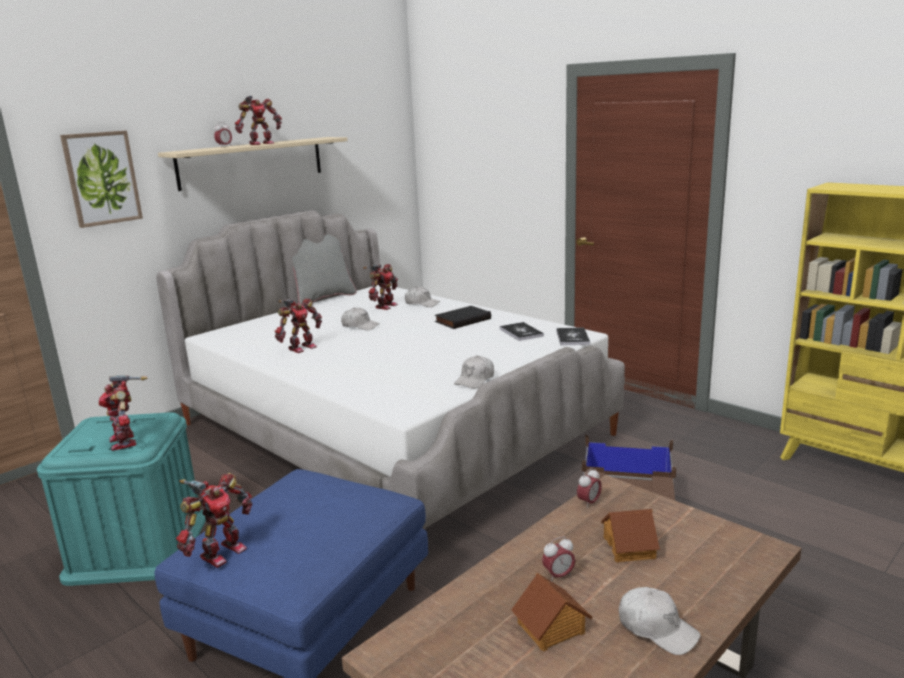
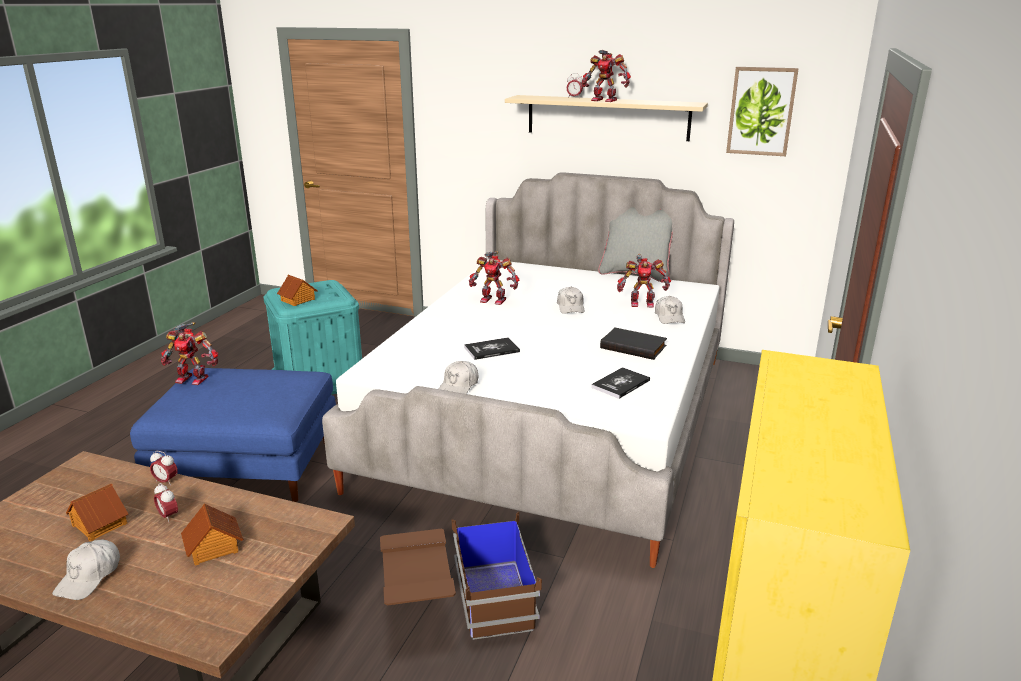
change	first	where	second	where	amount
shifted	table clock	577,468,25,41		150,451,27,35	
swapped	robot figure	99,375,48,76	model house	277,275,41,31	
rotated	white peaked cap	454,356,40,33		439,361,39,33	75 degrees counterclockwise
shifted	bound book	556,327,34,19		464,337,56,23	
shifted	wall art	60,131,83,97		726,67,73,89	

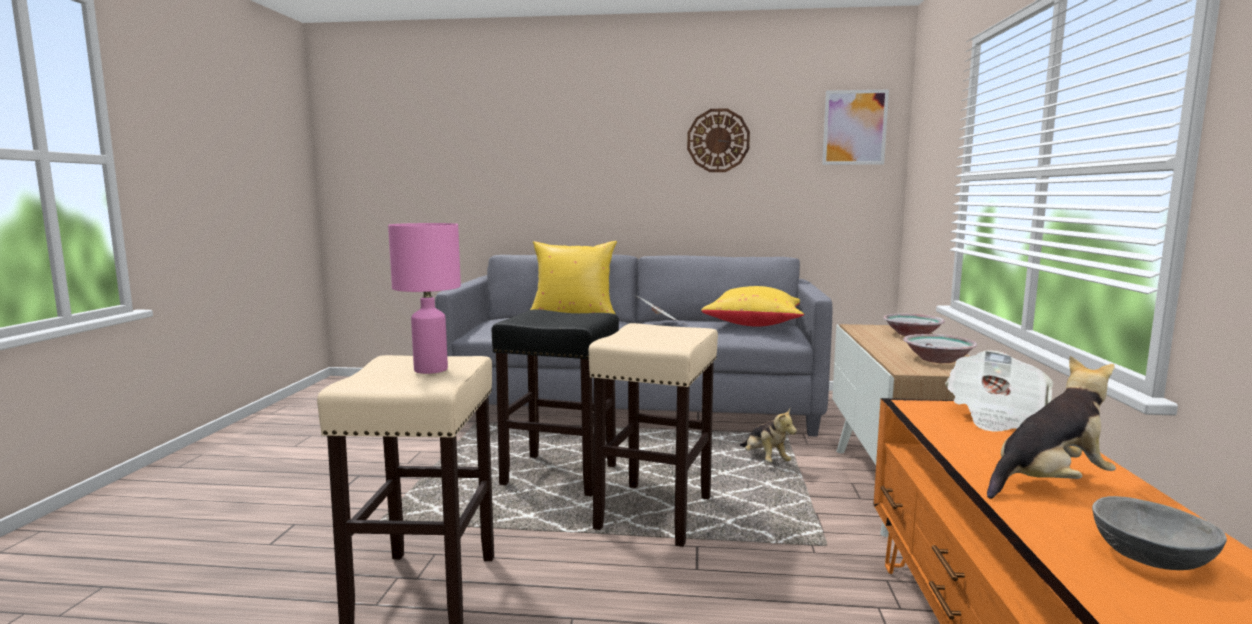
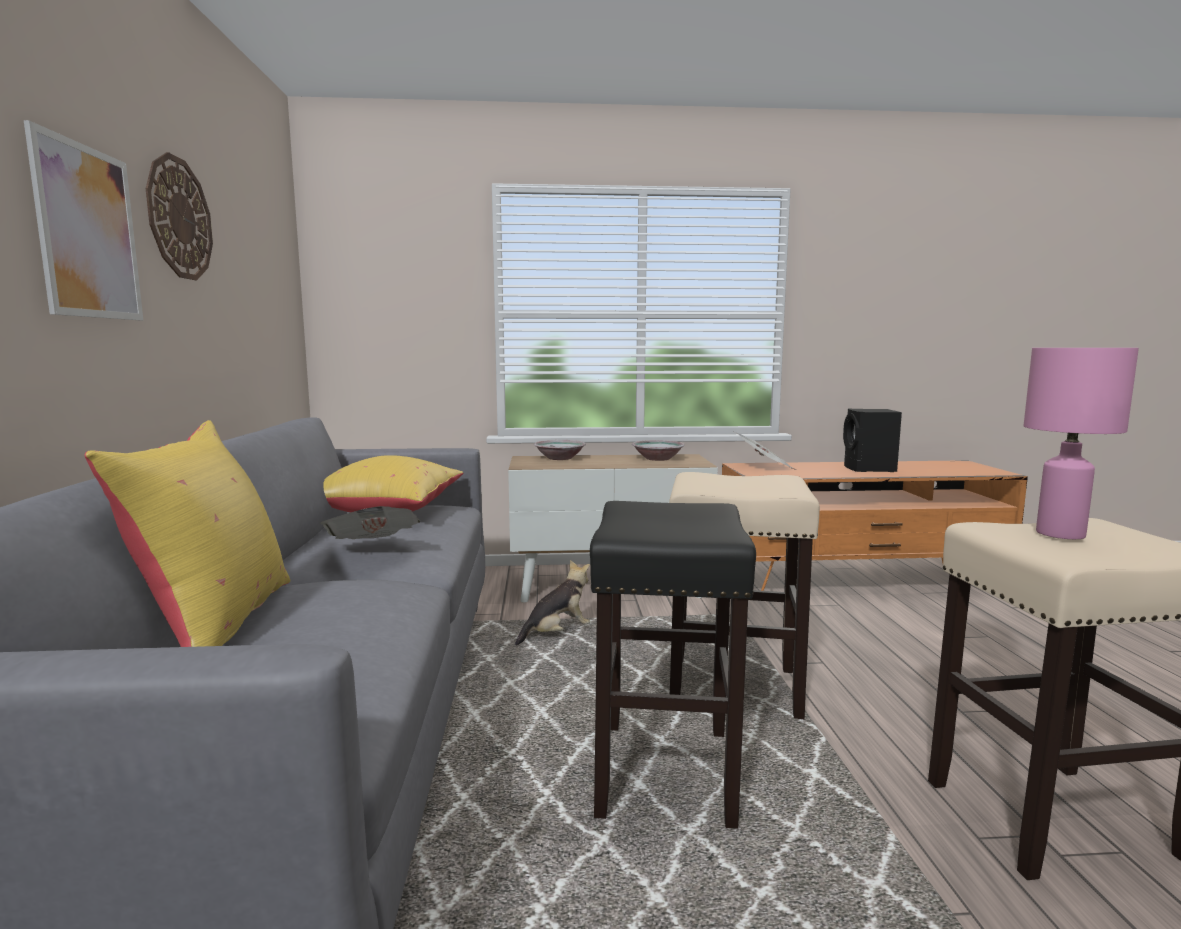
change	first	where	second	where	amount
shifted	wall art	822,90,67,75		24,120,119,200	
swapped	soft toy	987,356,129,143	blackish loudspeaker	843,409,59,63	
gone	gray deep dish	1092,496,135,74			

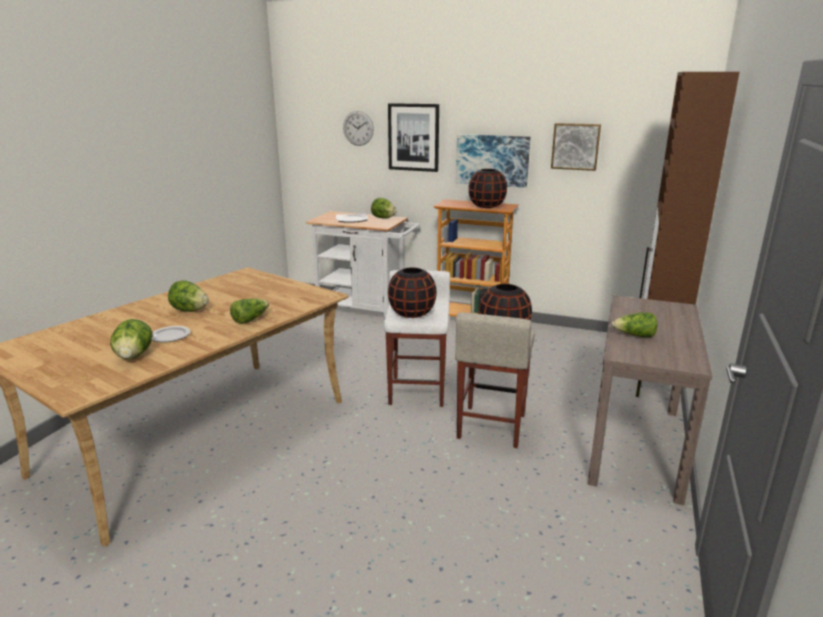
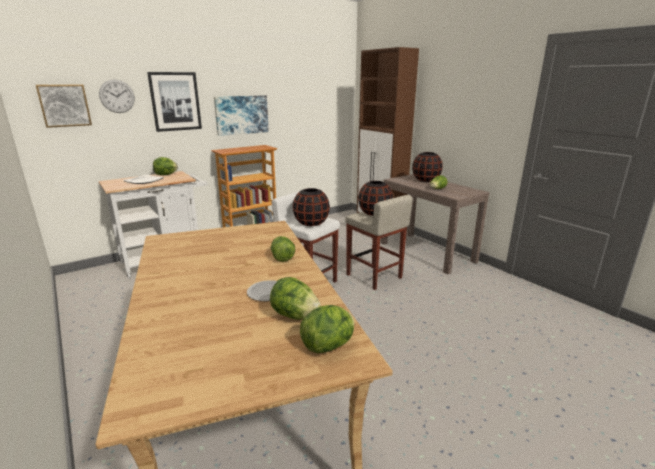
change	first	where	second	where	amount
shifted	wall art	551,123,50,48		36,85,56,43	
shifted	lettuce	168,280,41,32		300,305,54,48	
shifted	blackish flower vase	469,169,38,39		412,152,31,30	

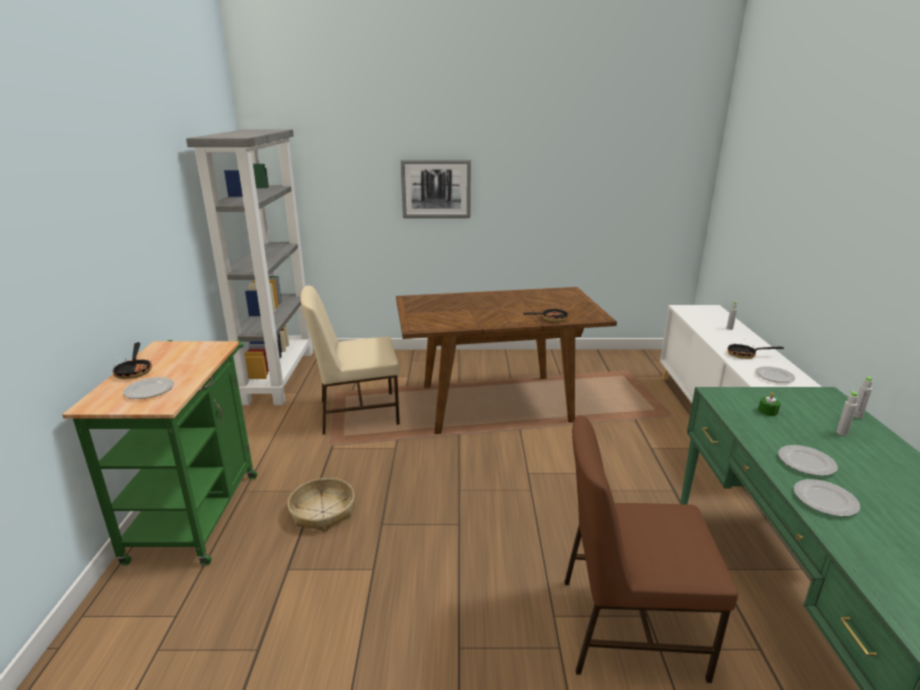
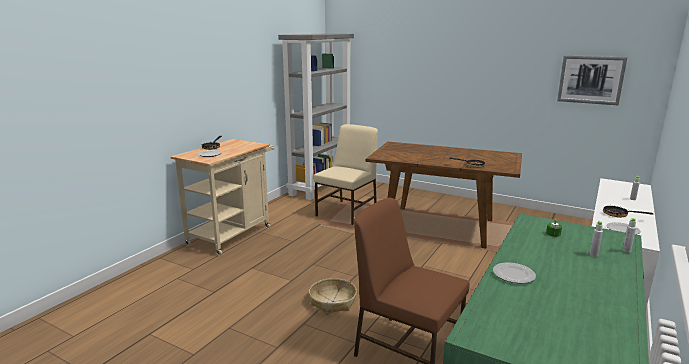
change	first	where	second	where	amount
repainted	green-coloured wheeled cart	62,340,195,226	beige wheeled cart	171,139,104,117	
shifted	household basket	288,478,66,54		309,278,48,36	
rotated	beige upright chair	300,285,100,149		314,124,64,101	105 degrees clockwise
shifted	wall art	401,160,70,58		557,55,70,50	
gone	dinner plate	778,445,60,31			

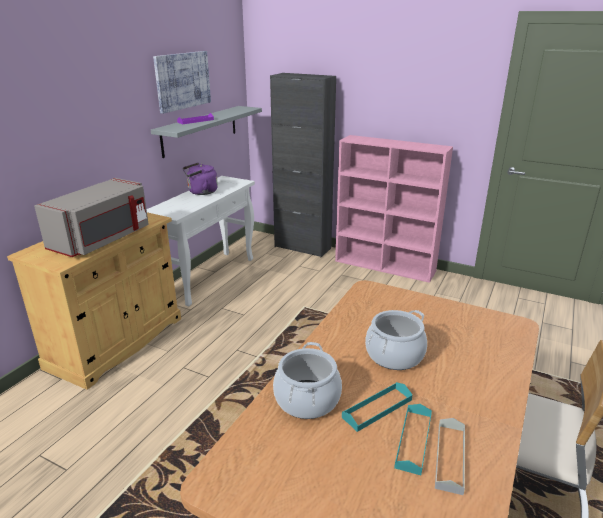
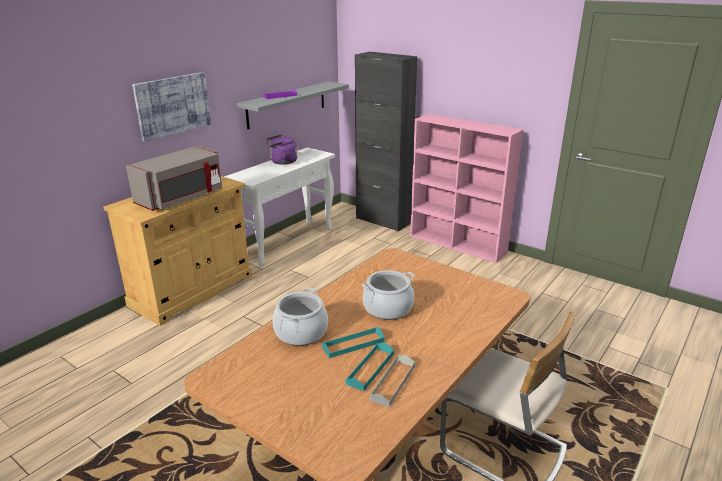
change	first	where	second	where	amount
shifted	wall art	153,51,58,63		132,72,79,70	

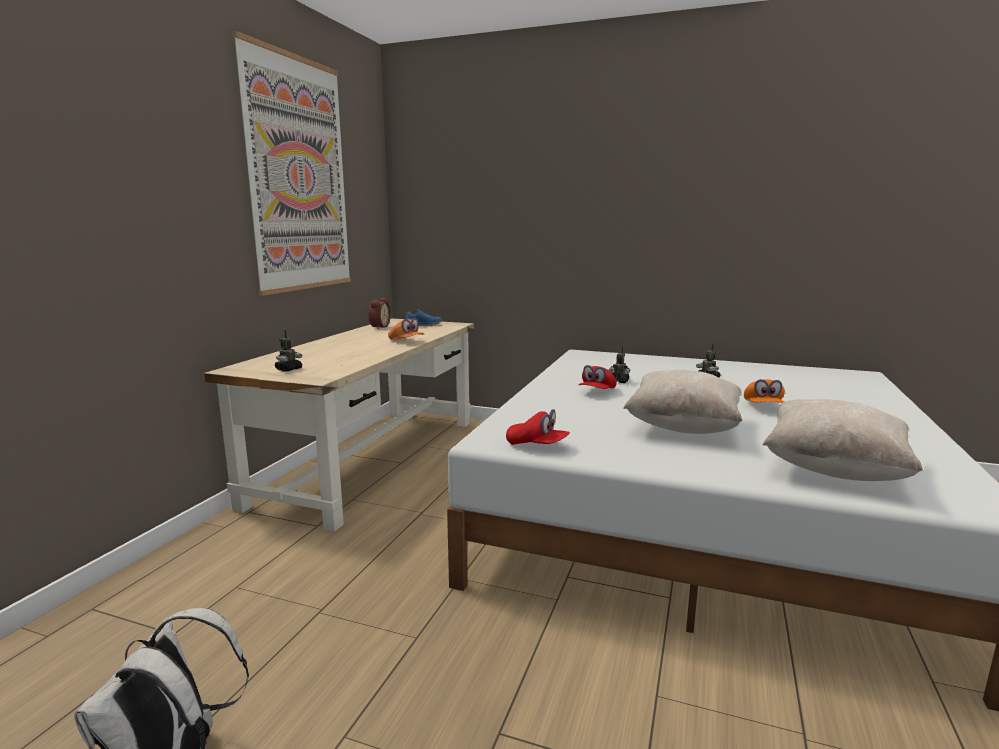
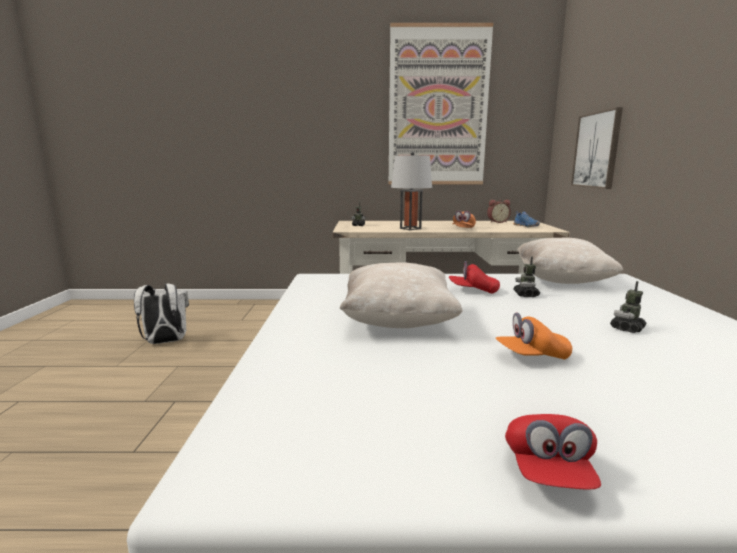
change	first	where	second	where	amount
new			gray tabletop lamp	391,152,41,78	
shifted	reddish peaked cap	506,409,64,36		505,414,96,76	
shifted	beige cushion	762,399,161,82		517,238,106,46	
new			wall art	571,107,52,82	

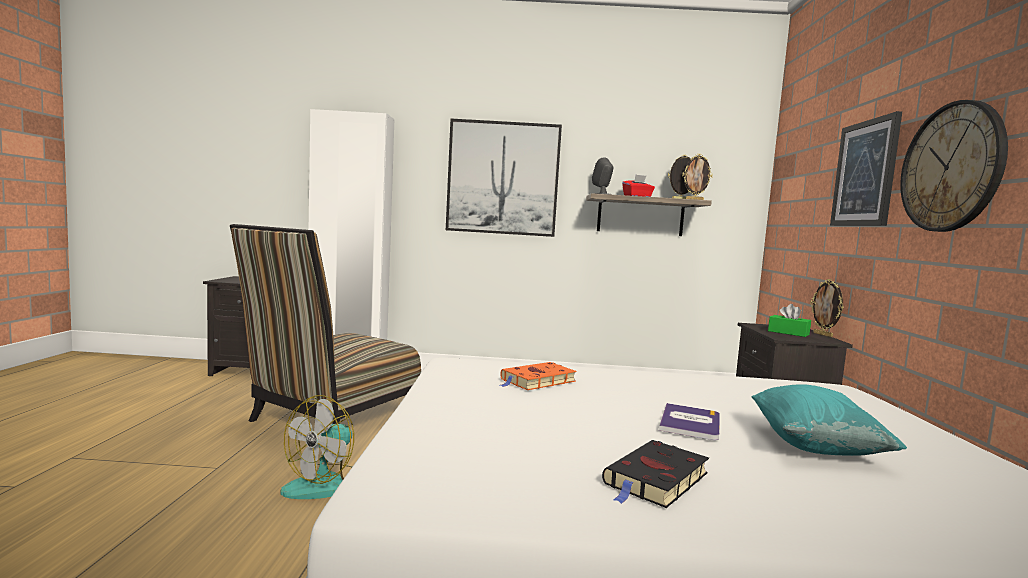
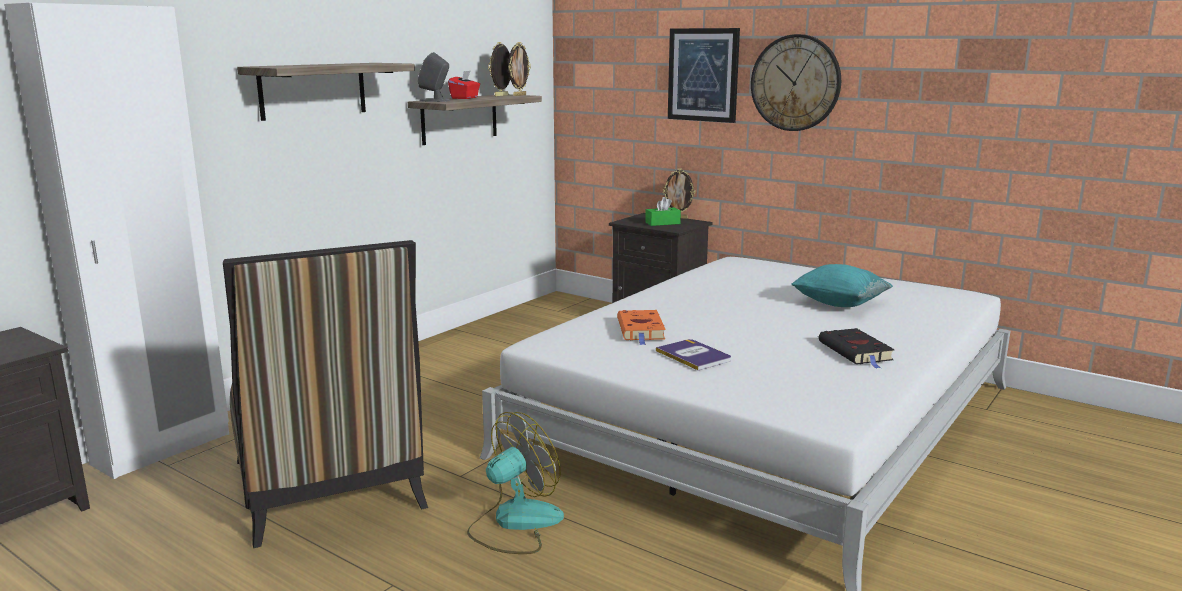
change	first	where	second	where	amount
swapped	wall art	446,119,116,118	wall shelf	237,63,178,58	
rotated	electric fan	280,395,74,104		467,412,97,142	105 degrees counterclockwise
shifted	bound book	659,403,61,37		656,339,75,32	

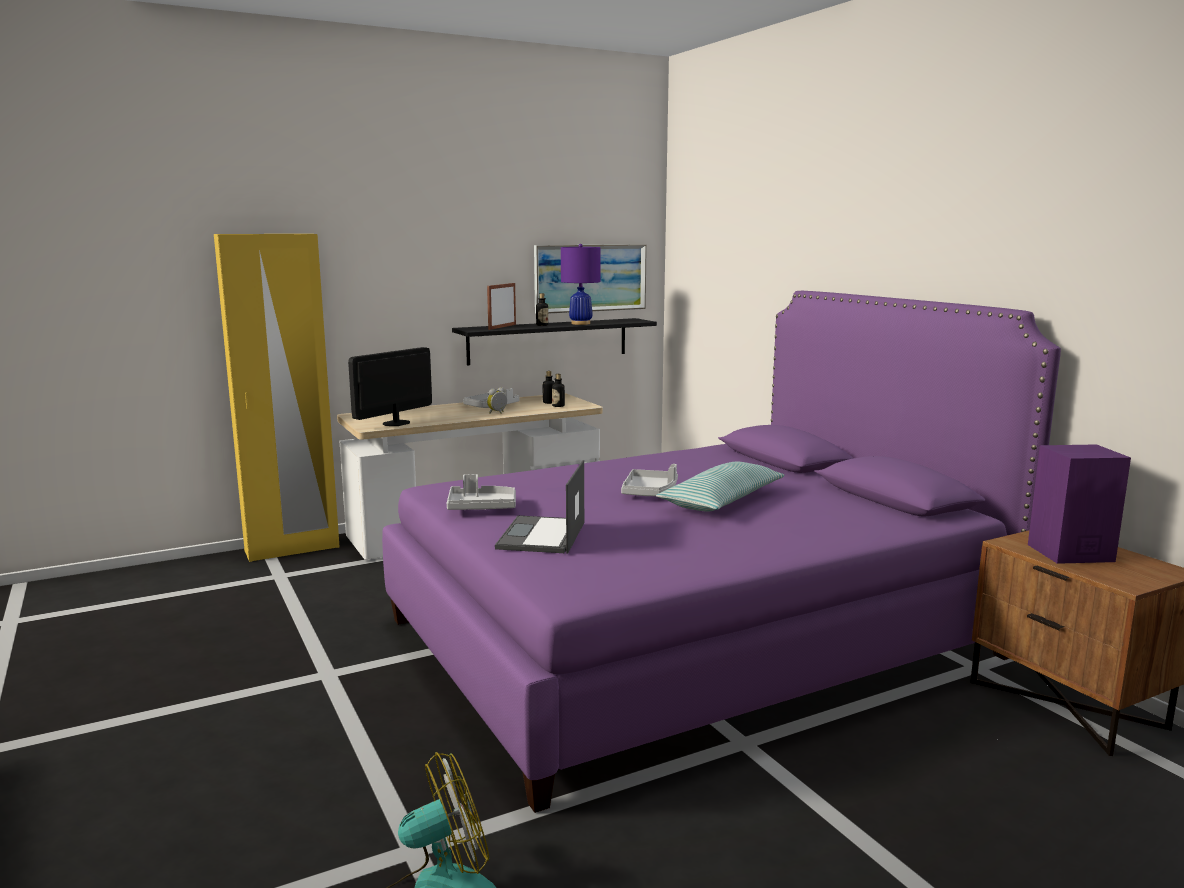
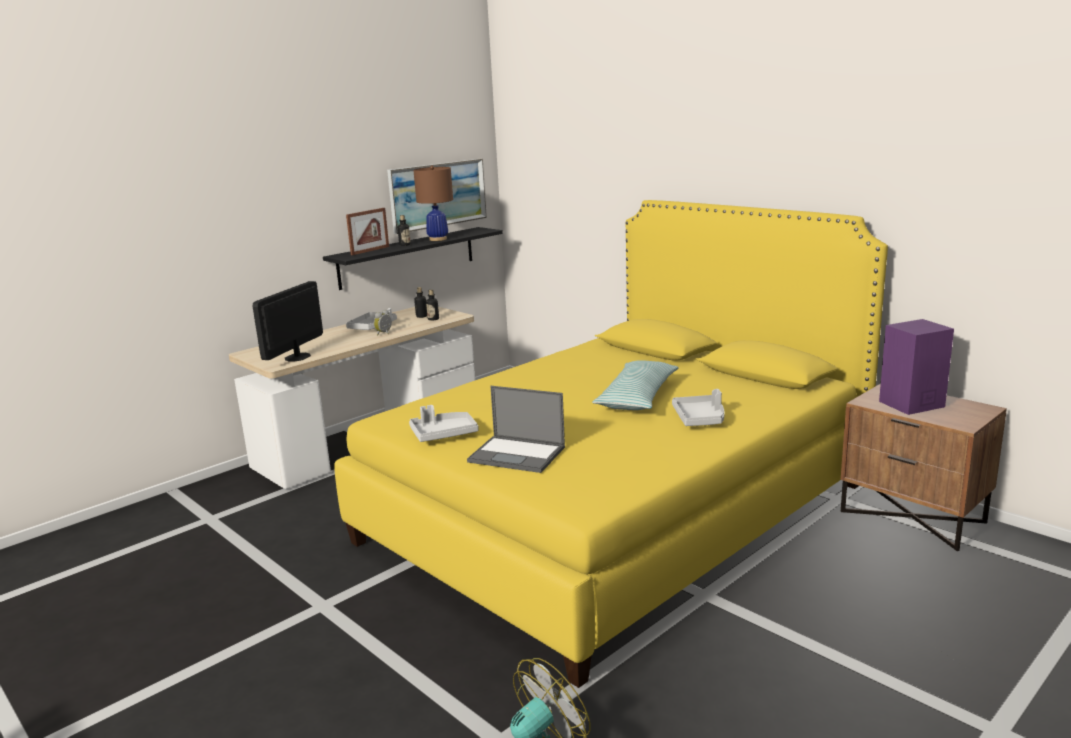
change	first	where	second	where	amount
repainted	purplish bedroom bed	382,291,679,522	yellow bedroom bed	334,200,554,488	
rotated	photo frame	487,283,29,47		346,208,43,47	150 degrees counterclockwise
repainted	purplish tabletop lamp	561,244,40,81	brownish tabletop lamp	413,166,40,75	
rotated	notebook computer	495,460,89,94		467,386,98,87	60 degrees counterclockwise
shifted	gray serving tray	621,464,57,32		672,389,53,37	
gone	yellow wardrobe	214,234,126,328			

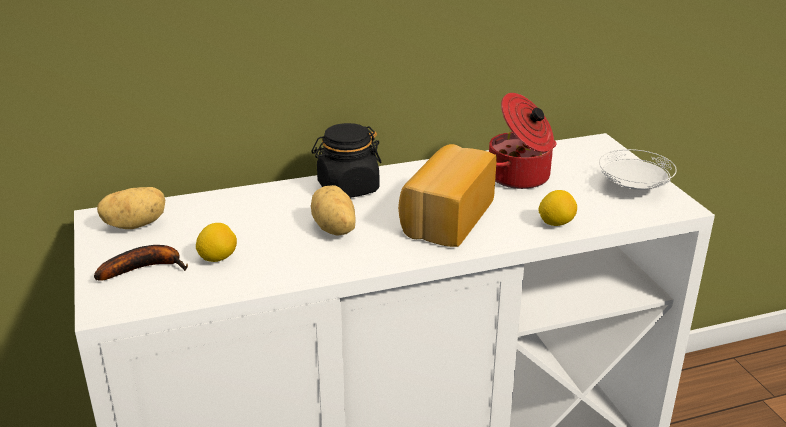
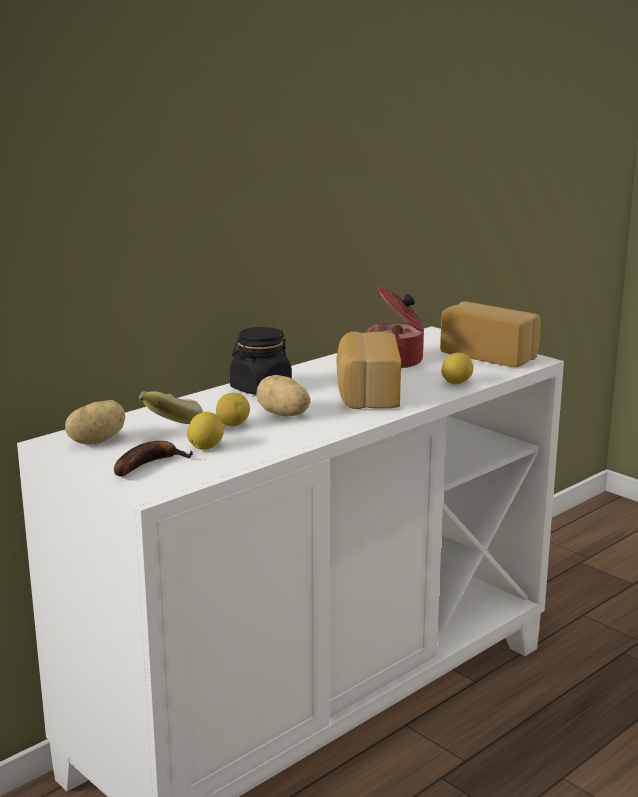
change	first	where	second	where	amount
new			banana fruit	139,391,64,33	
new			citrus fruit	216,393,34,33	
swapped	white dinner plate	599,149,78,41	bread	440,301,100,66	

